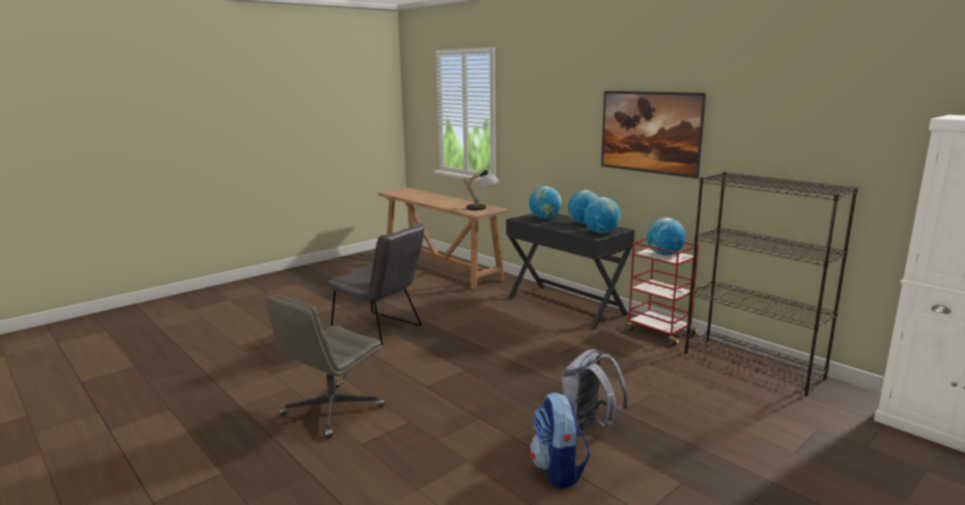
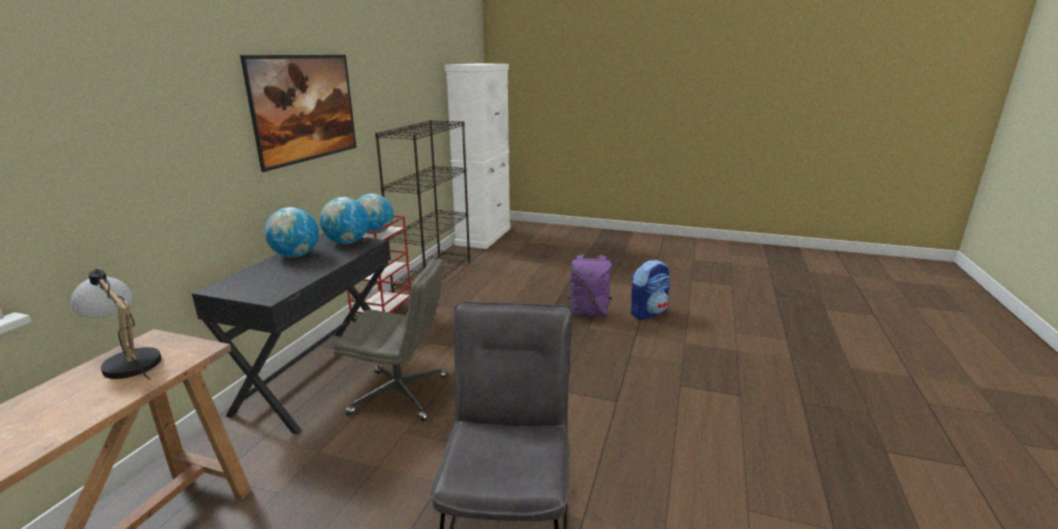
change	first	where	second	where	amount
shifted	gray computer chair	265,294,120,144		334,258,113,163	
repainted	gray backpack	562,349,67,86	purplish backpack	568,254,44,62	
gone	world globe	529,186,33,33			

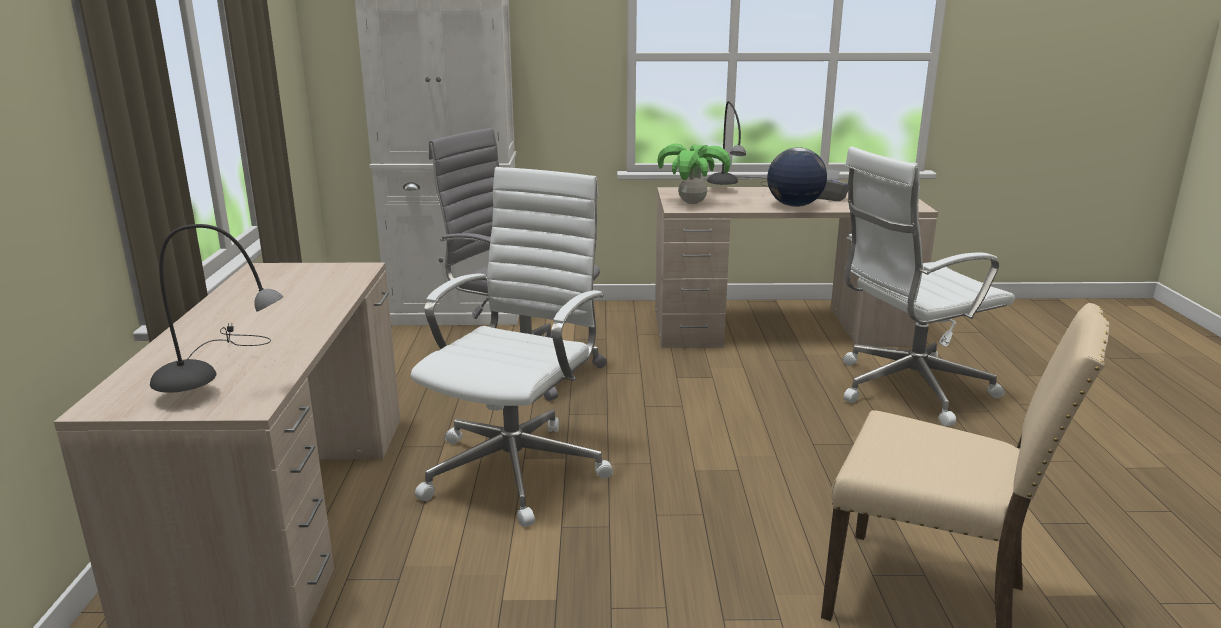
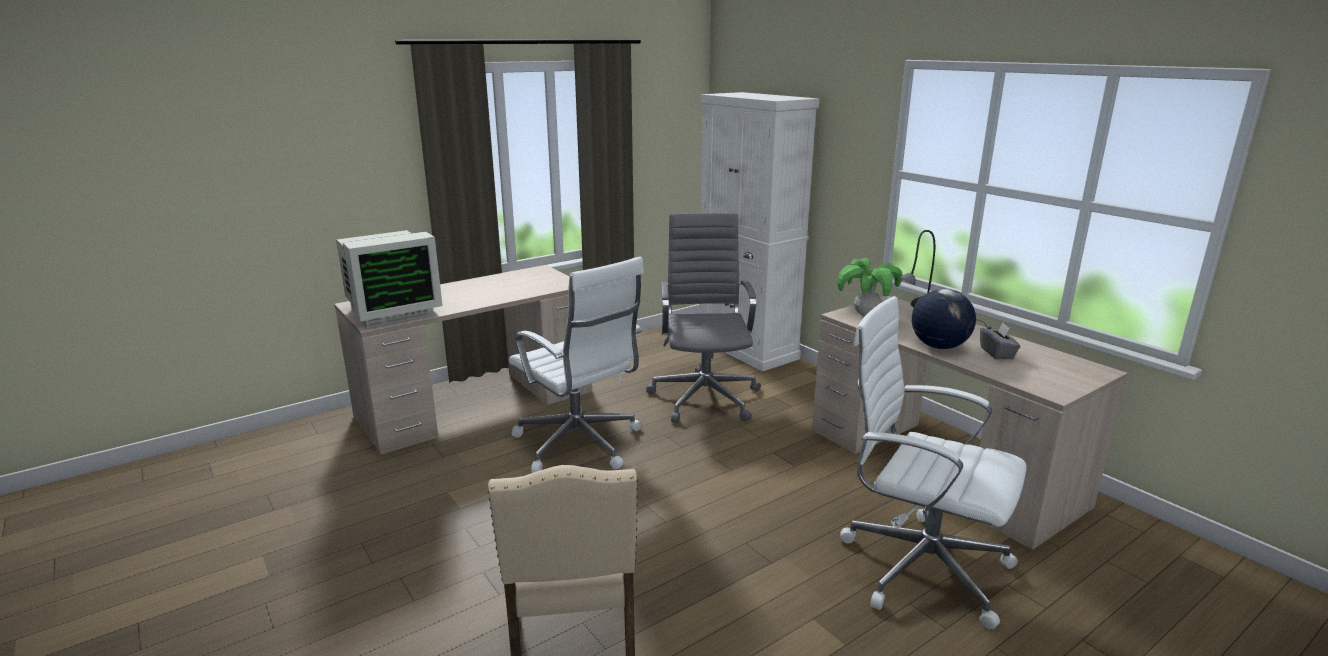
change	first	where	second	where	amount
swapped	gray tabletop lamp	150,224,134,169	monitor	336,230,107,98	
rotated	white computer chair	411,167,202,360		509,257,135,216	60 degrees clockwise

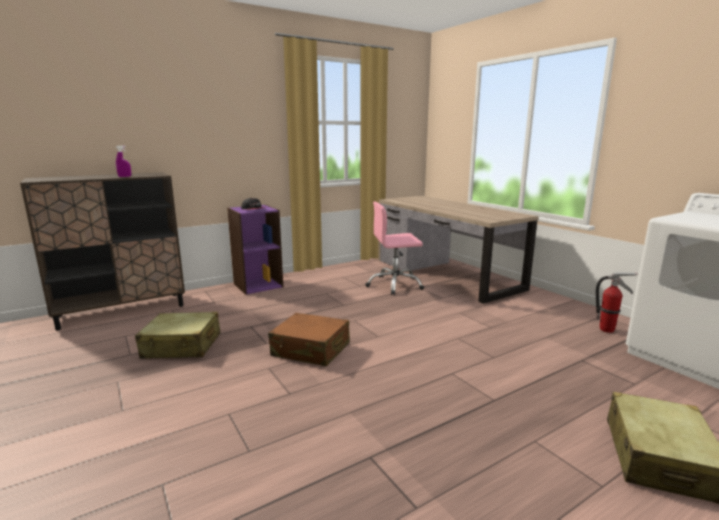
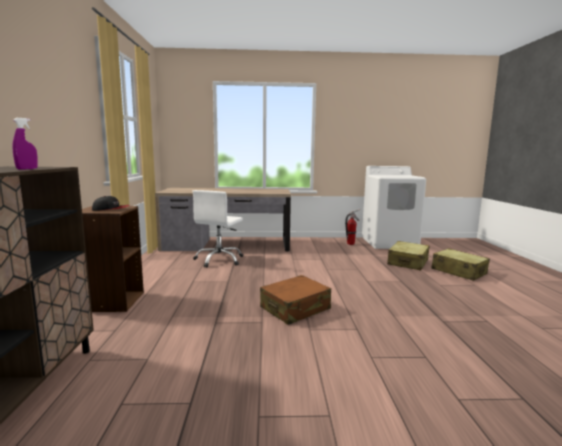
change	first	where	second	where	amount
repainted	purplish bookcase	227,205,56,90	brownish bookcase	82,206,62,106	
repainted	pinkish computer chair	365,201,60,94	white computer chair	193,190,50,77	
shifted	beige travel case	135,312,85,47		387,241,43,30	

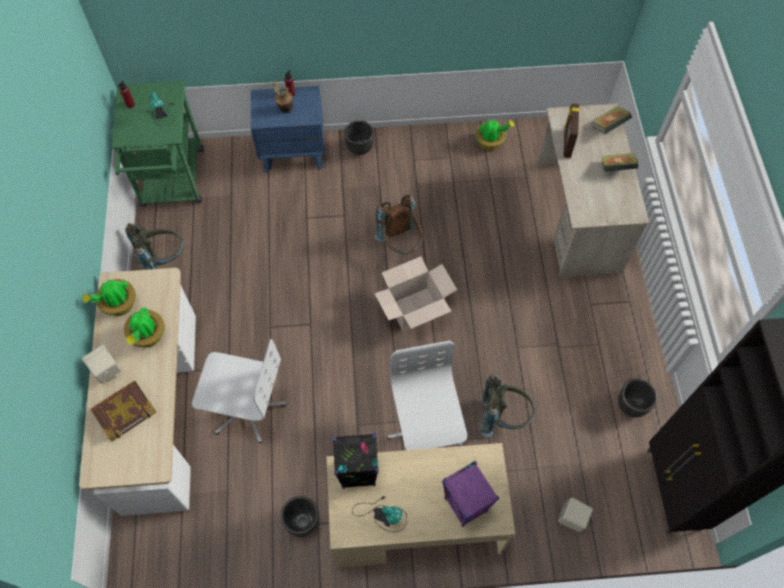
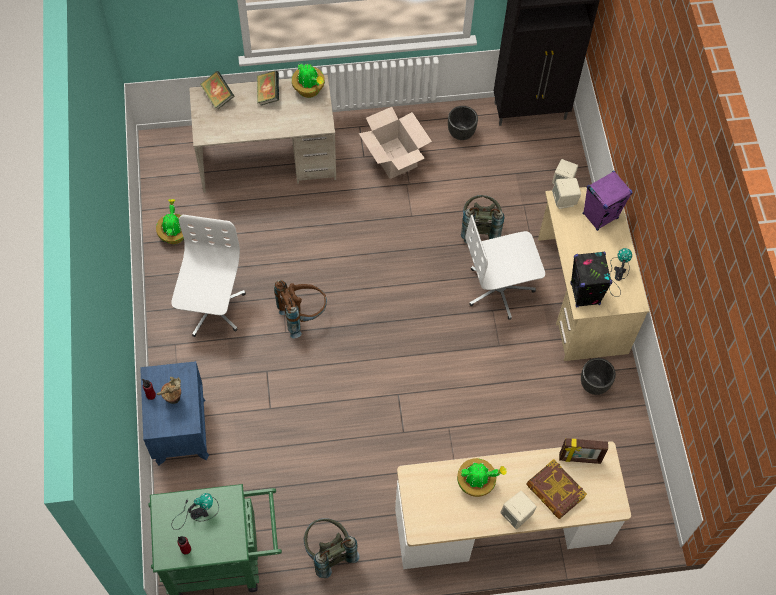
change	first	where	second	where	amount
shifted	white computer chair	192,339,94,105		171,215,75,122	
shifted	houseplant	83,279,53,37		292,64,33,34	
shifted	packing box	374,256,83,75		359,107,73,72	
new			beige loudspeaker	552,178,29,31	
shifted	photo frame	563,103,16,55		559,438,49,26	
gone	blackish planter	344,121,30,34			

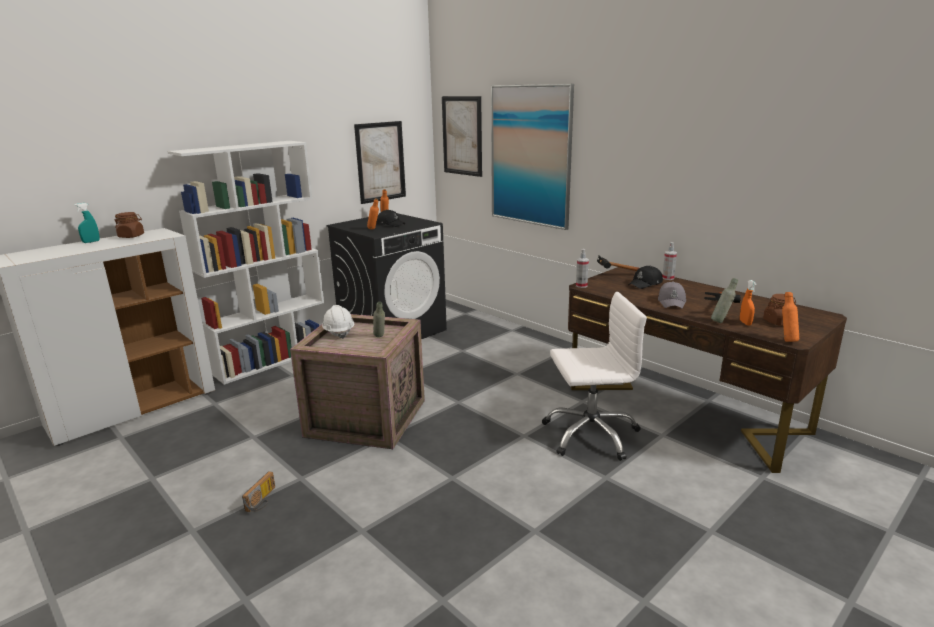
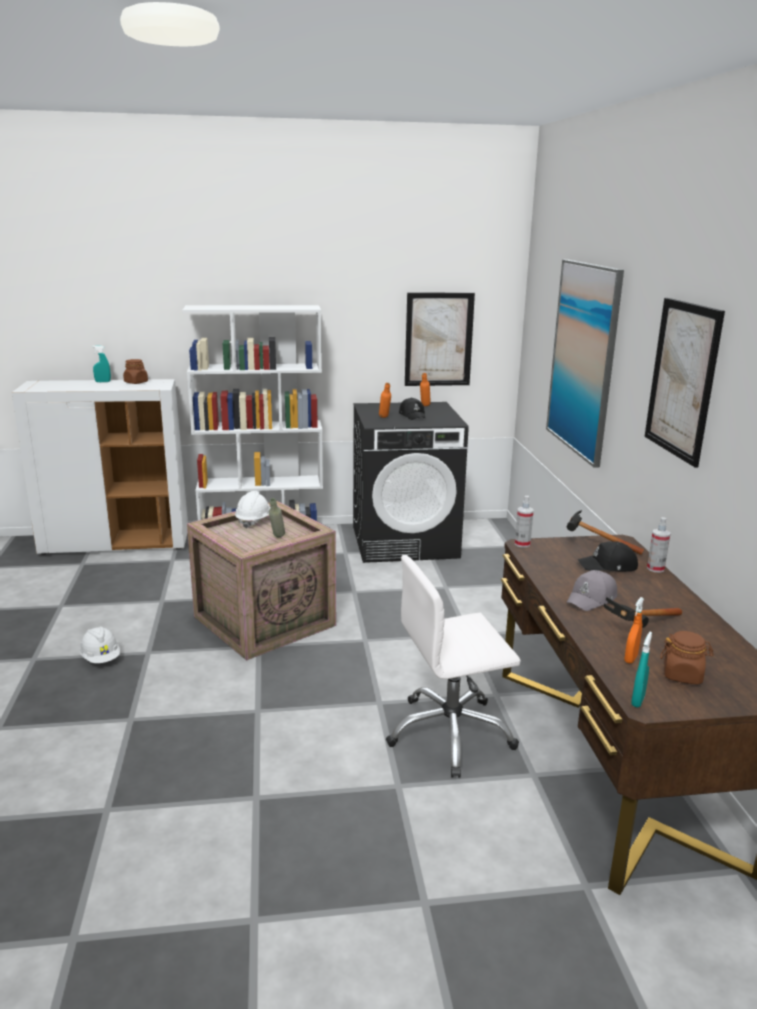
change	first	where	second	where	amount
swapped	radio set	242,471,33,41	white safety helmet	79,626,41,37	
rotated	white computer chair	542,292,105,169		386,555,135,223	135 degrees clockwise
swapped	orange beverage bottle	782,292,17,50	turquoise-coloured spray bottle	631,632,21,75	
shifted	wall art	442,96,40,81		645,298,80,170	
gone	gray beverage bottle	711,278,27,45			

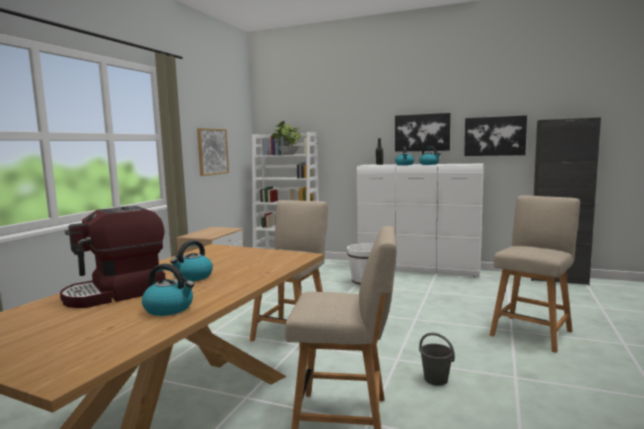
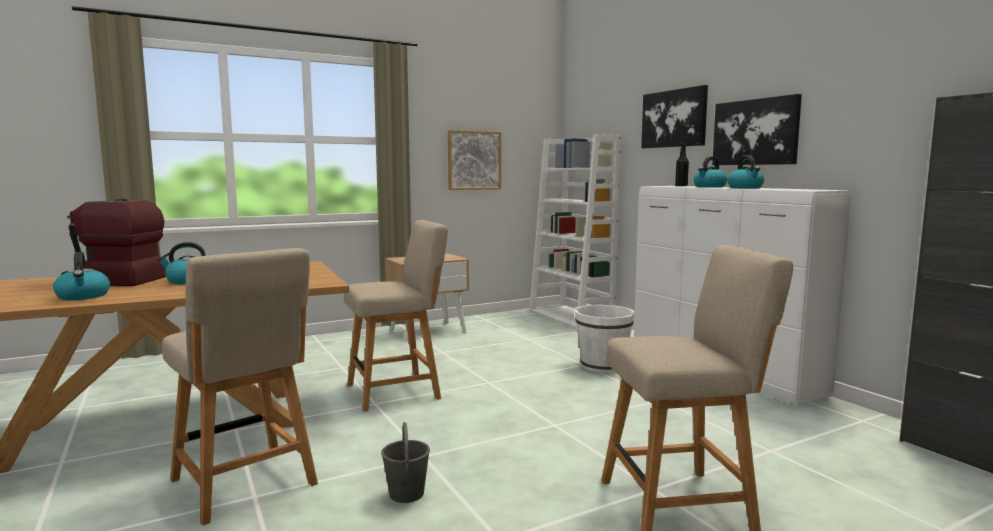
change	first	where	second	where	amount
shifted	wall art	464,115,63,41		641,85,67,63	
gone	houseplant	272,121,29,34			

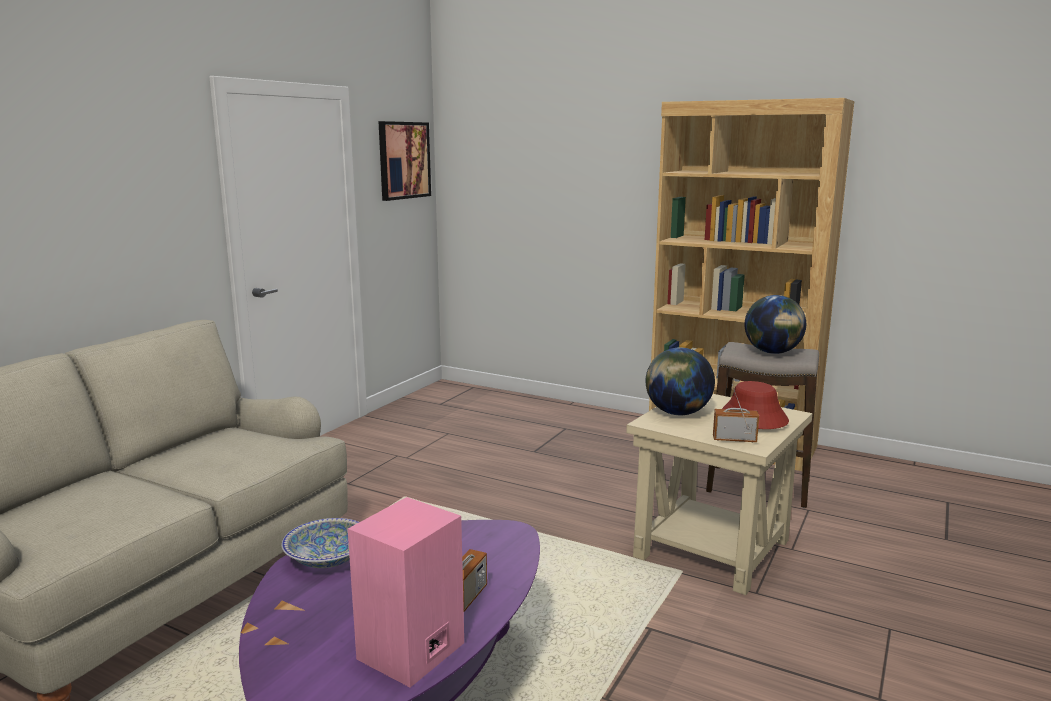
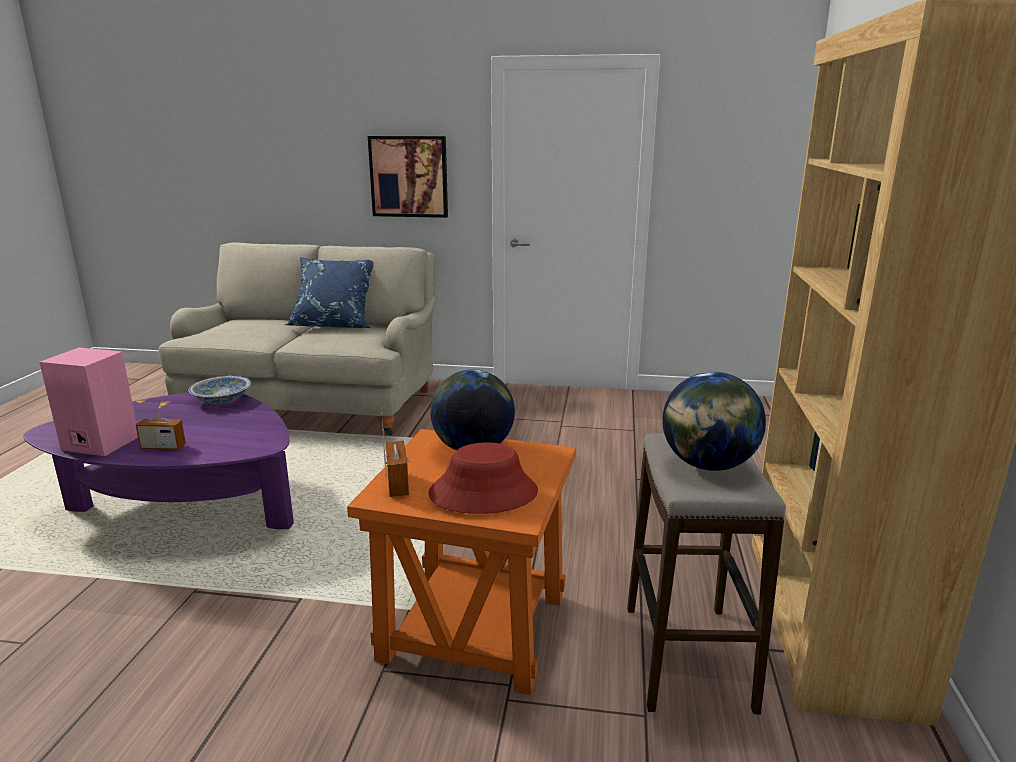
change	first	where	second	where	amount
new			blue cushion	285,257,89,71	
repainted	beige side table	626,394,187,201	orange side table	347,429,229,266	
shifted	wall art	378,121,53,80		368,136,80,82	

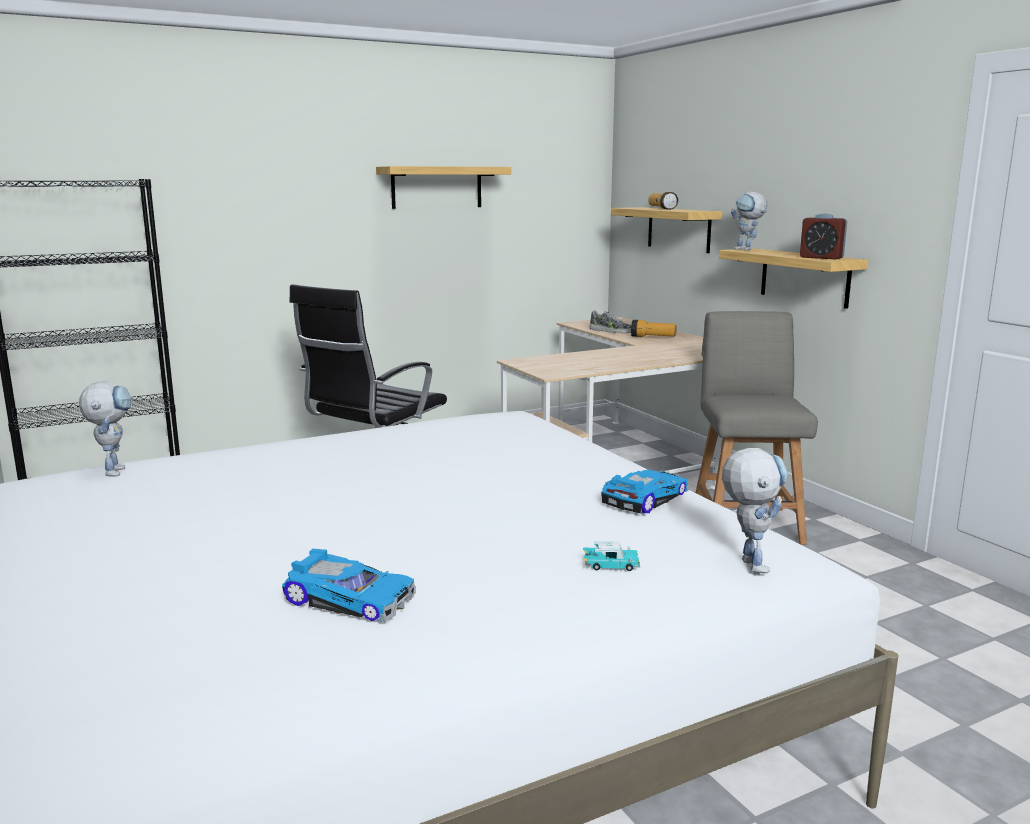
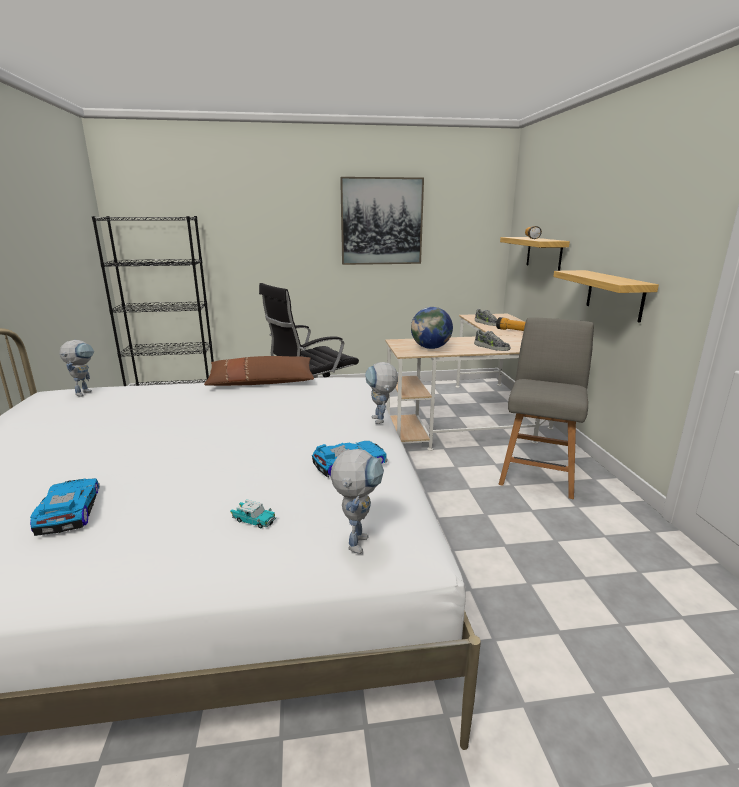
change	first	where	second	where	amount
rotated	model car	282,549,134,73		30,478,70,58	150 degrees counterclockwise
new			brownish cushion	204,356,110,30	
swapped	wall shelf	376,166,135,43	wall art	340,177,84,88	
shifted	robot figure	731,191,36,59		365,362,33,62	
new			world globe	411,307,42,42	
new			item of footwear	474,329,36,22	
gone	table clock	800,214,47,45			

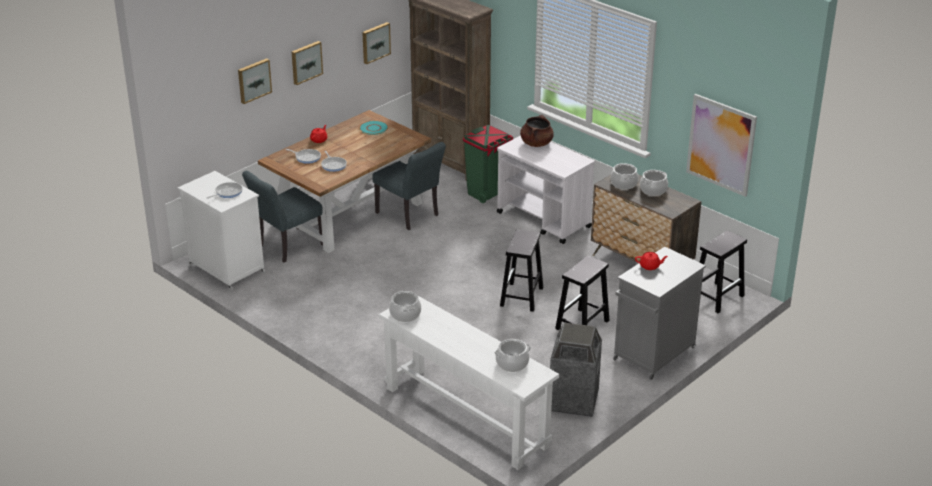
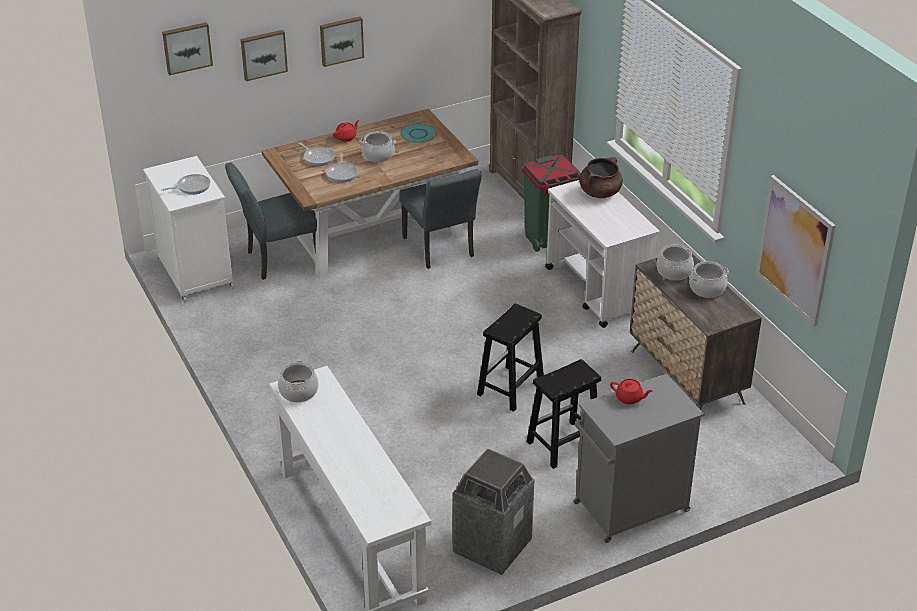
change	first	where	second	where	amount
shifted	wall art	362,22,29,42		162,22,51,54	
shifted	saucepot	495,339,36,33		359,131,37,32	
gone	blackish stool	700,230,47,83			

